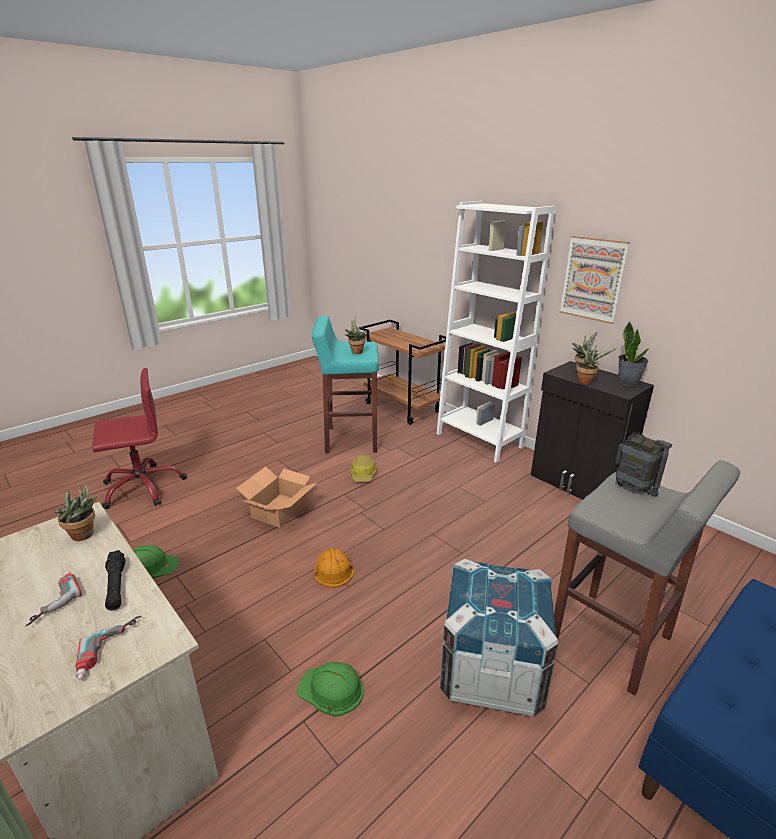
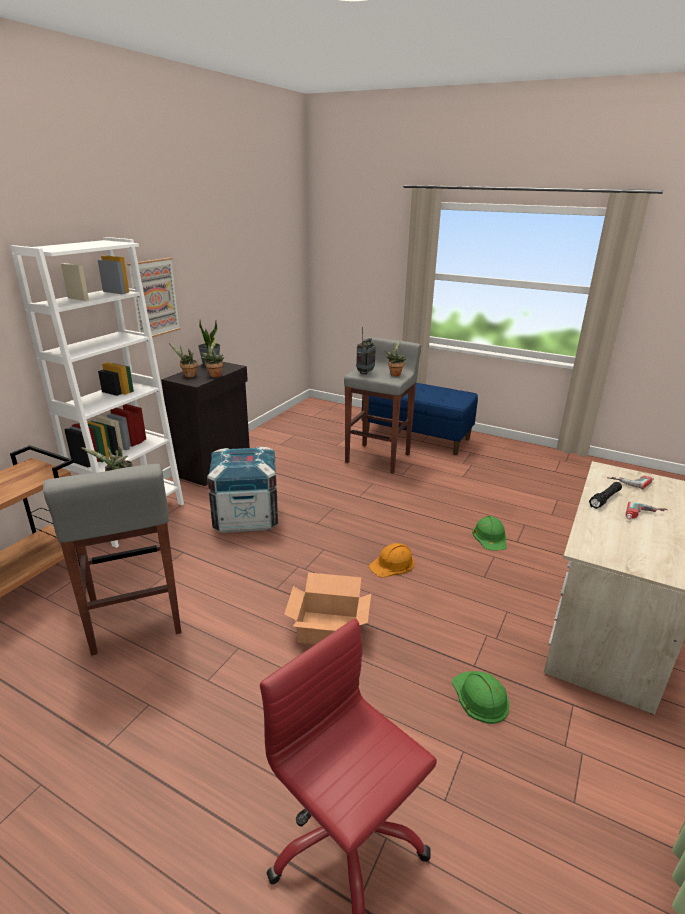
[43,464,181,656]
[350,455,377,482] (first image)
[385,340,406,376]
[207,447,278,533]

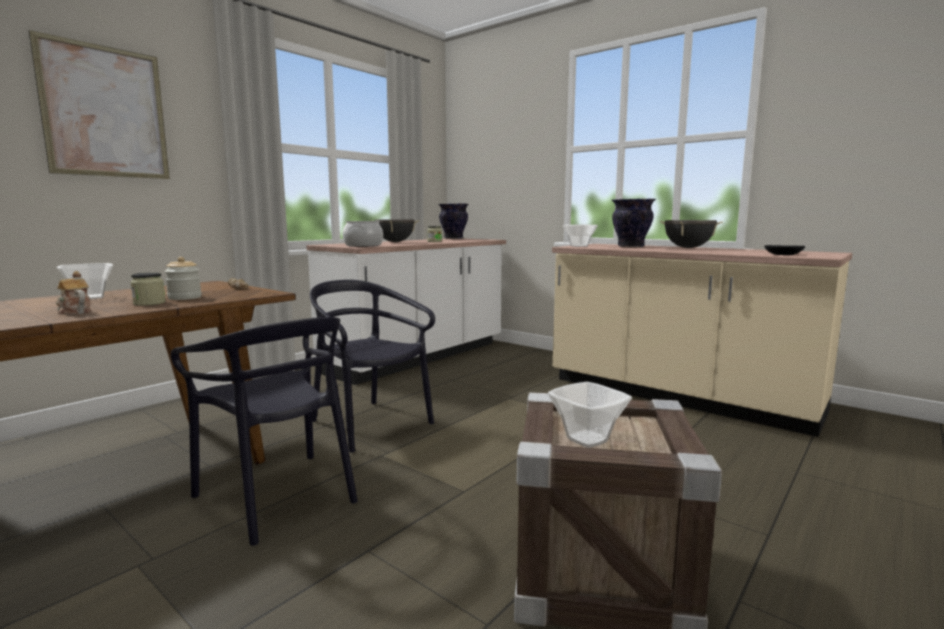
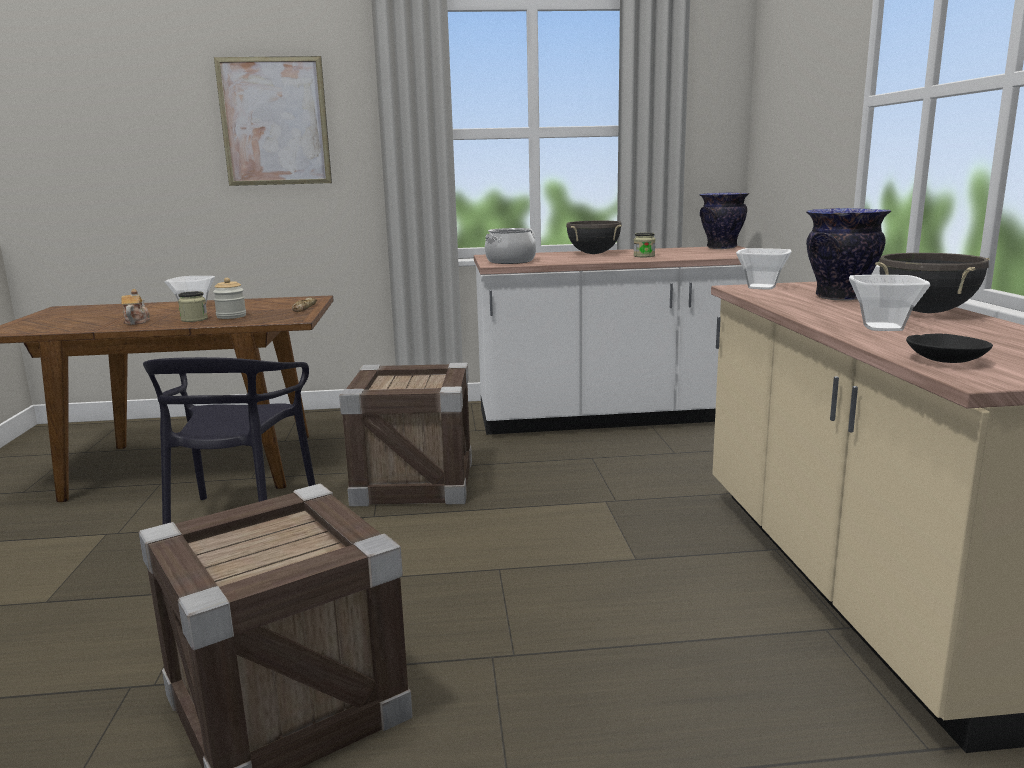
[339,363,472,506]
[849,275,930,331]

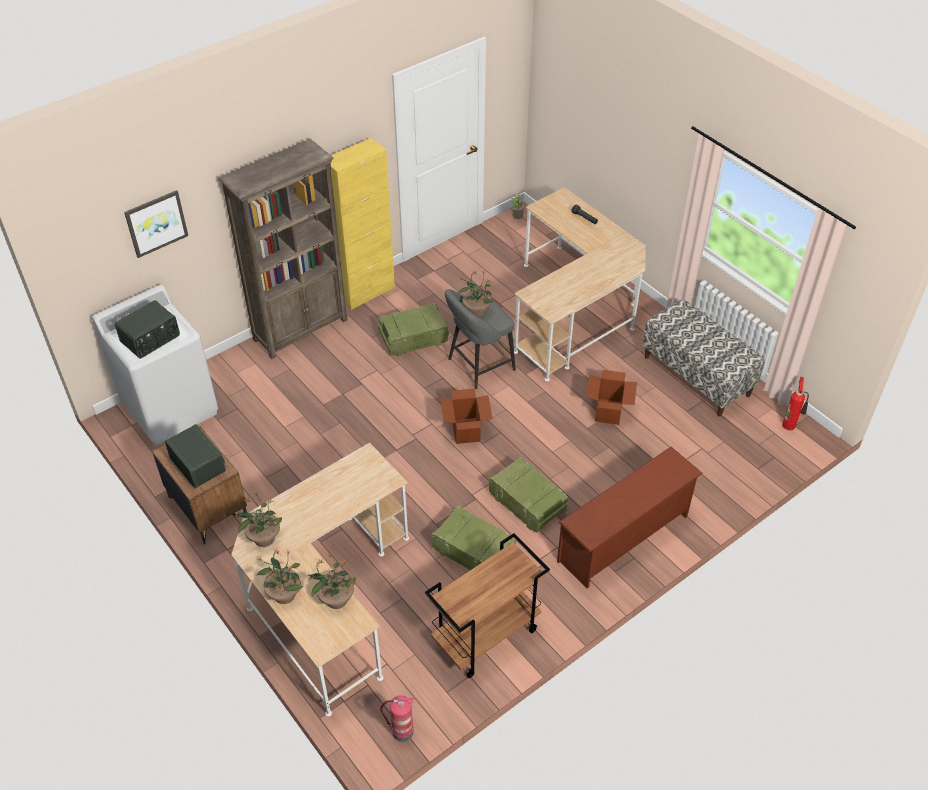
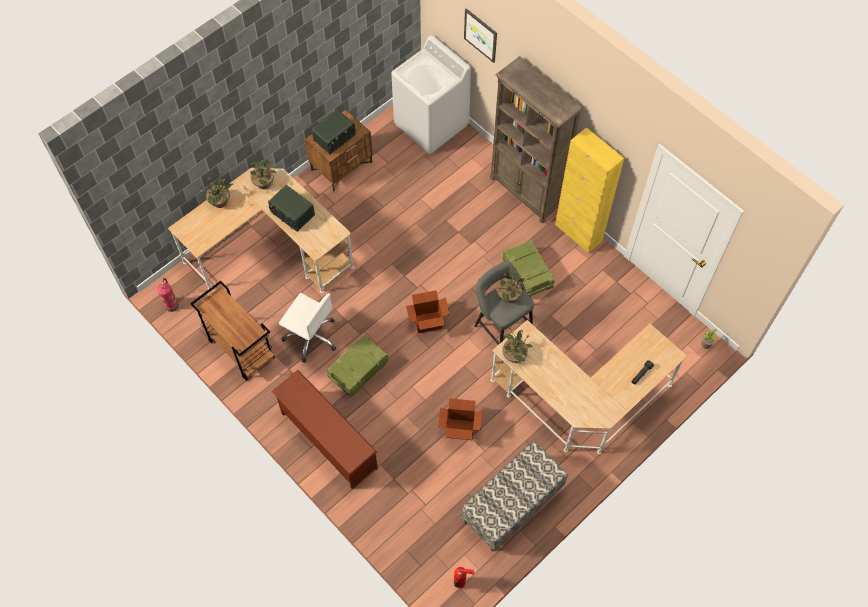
[268,185,315,232]
[279,293,336,363]
[502,327,532,363]

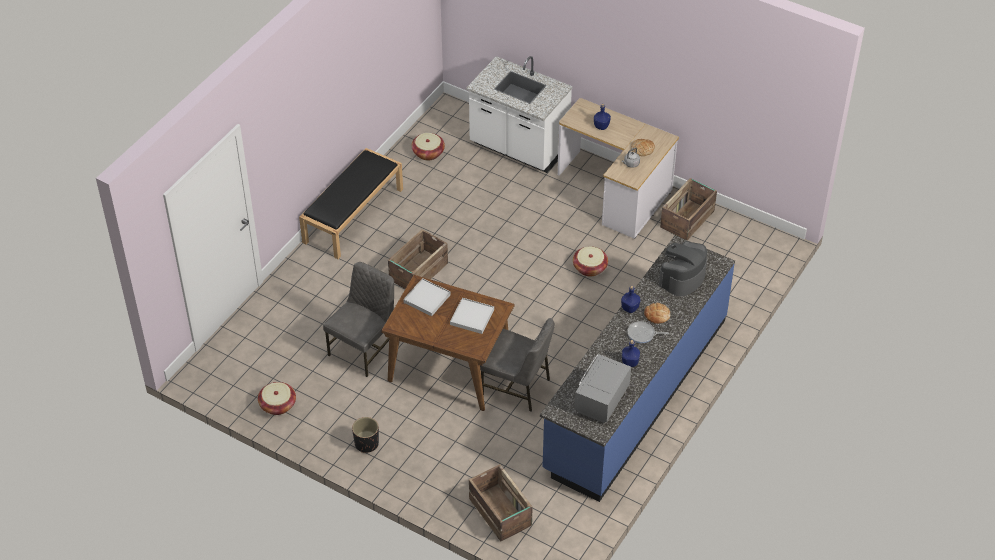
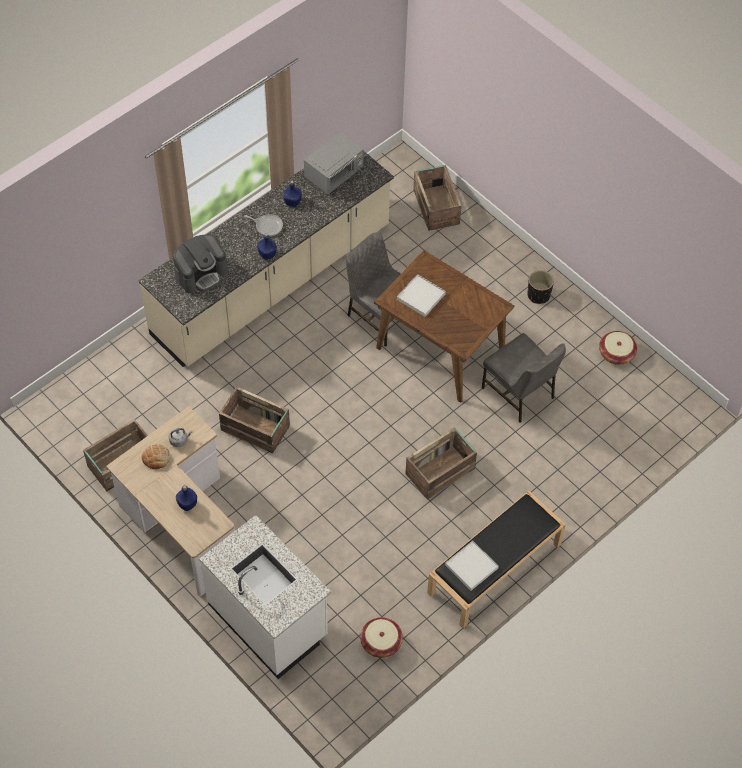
[139,139,394,367]
[219,386,290,453]
[482,333,566,423]
[445,541,499,591]
[644,303,670,324] (first image)

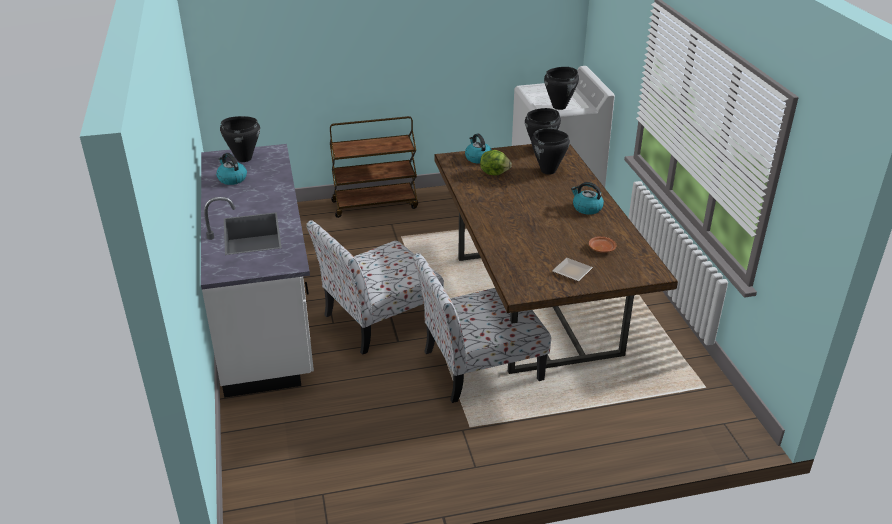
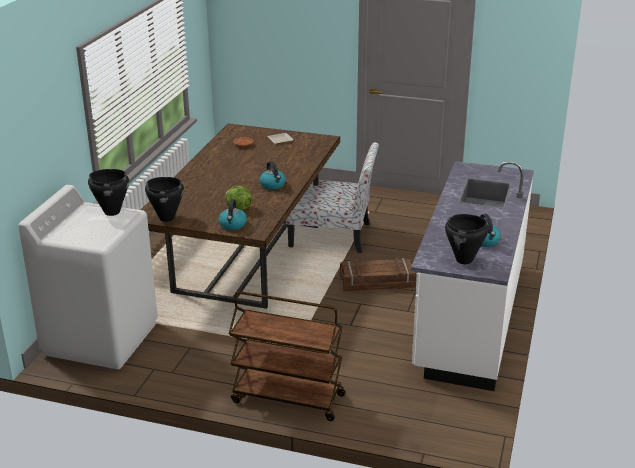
[531,129,570,174] (first image)
[260,161,286,190]
[340,258,416,291]

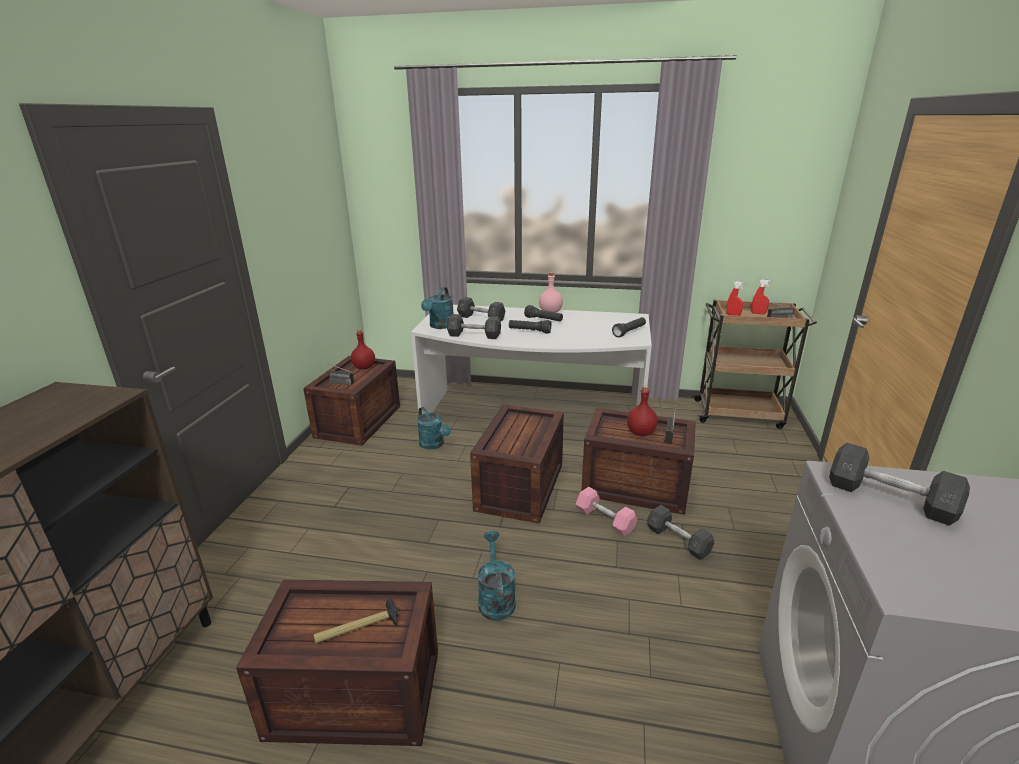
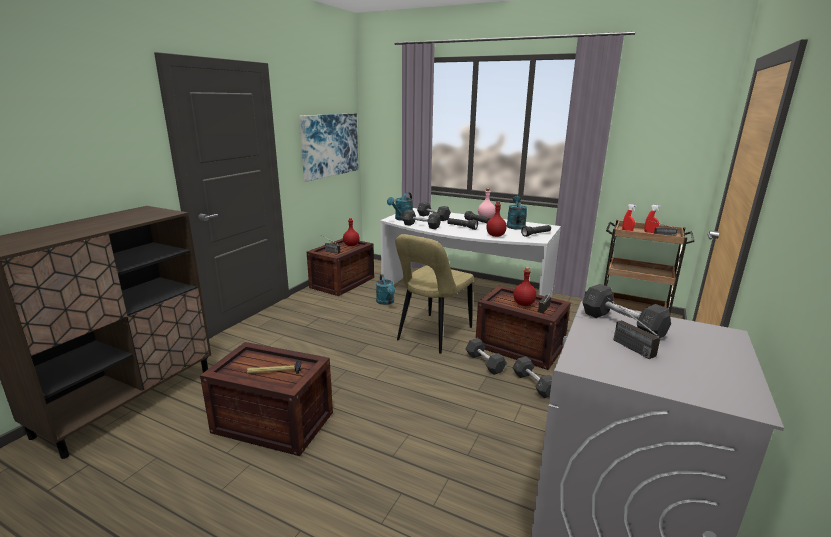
[396,234,474,354]
[465,338,507,375]
[507,196,527,230]
[299,113,358,181]
[486,201,507,237]
[607,297,660,359]

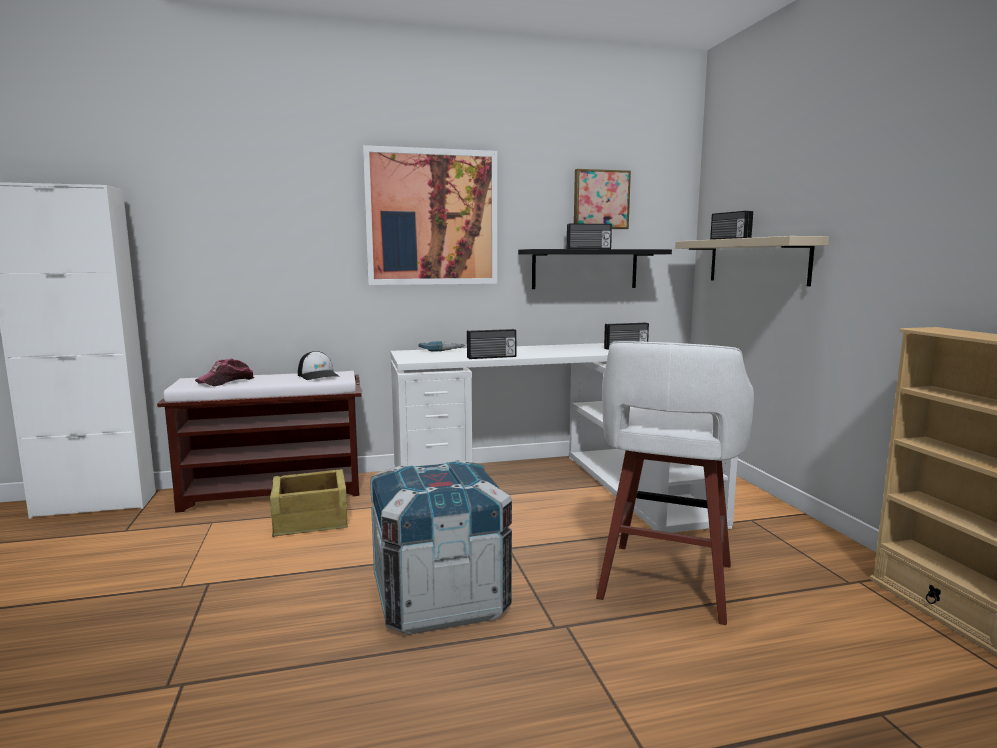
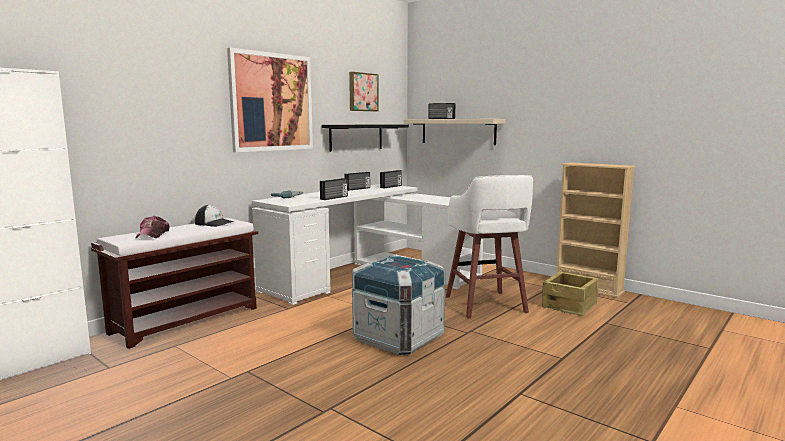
[344,172,370,191]
[542,272,599,316]

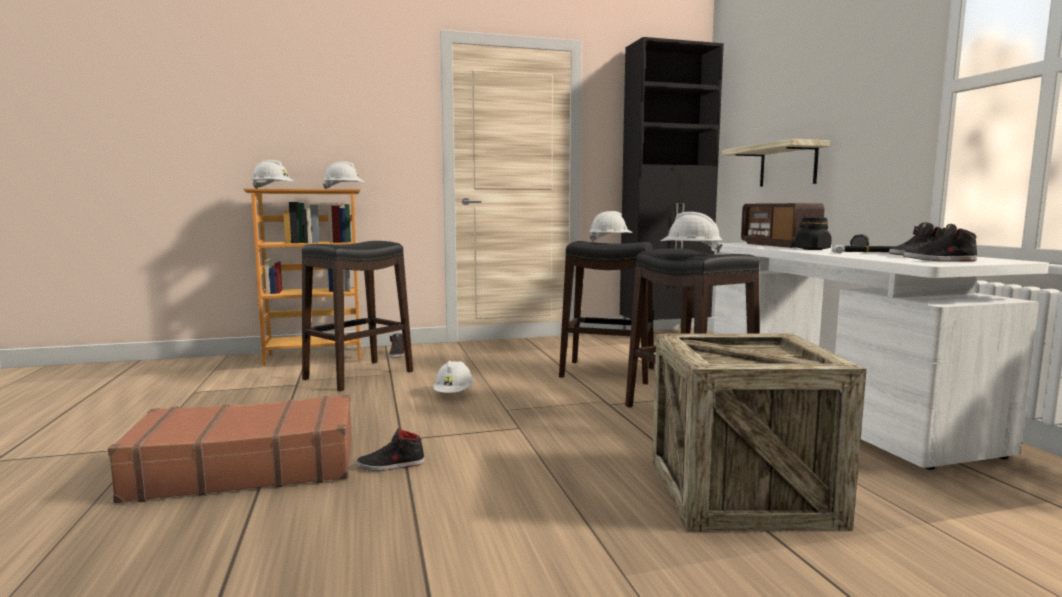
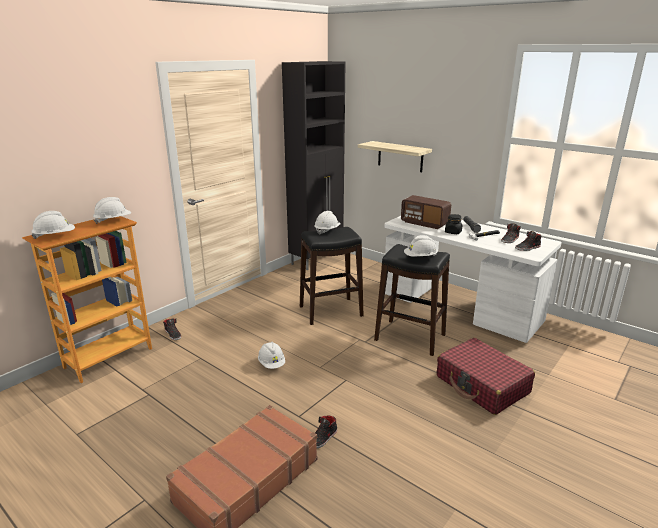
[302,241,413,391] (first image)
[437,338,535,415]

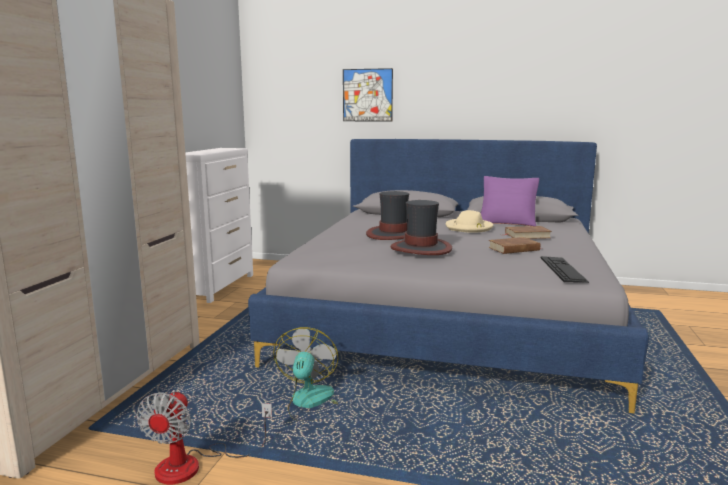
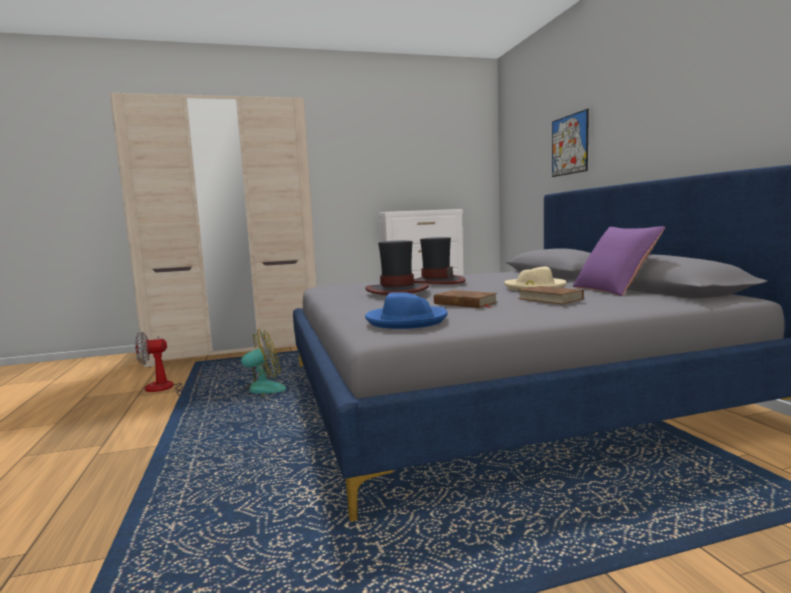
[365,292,448,329]

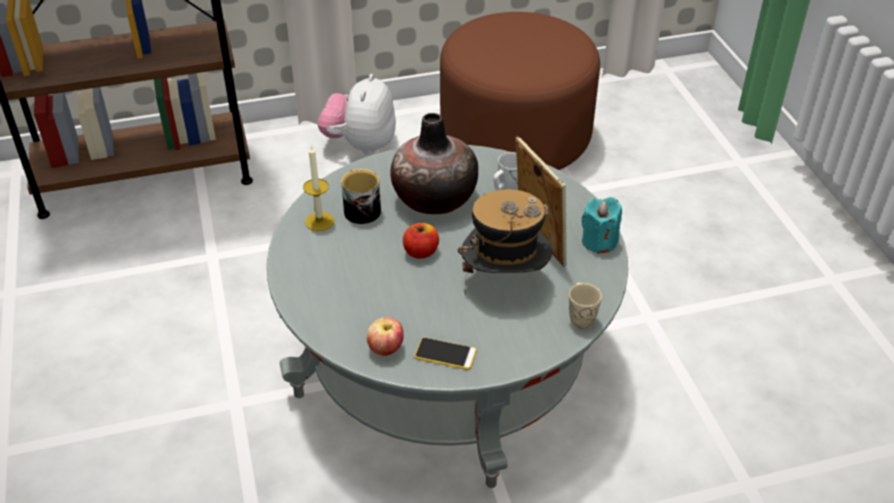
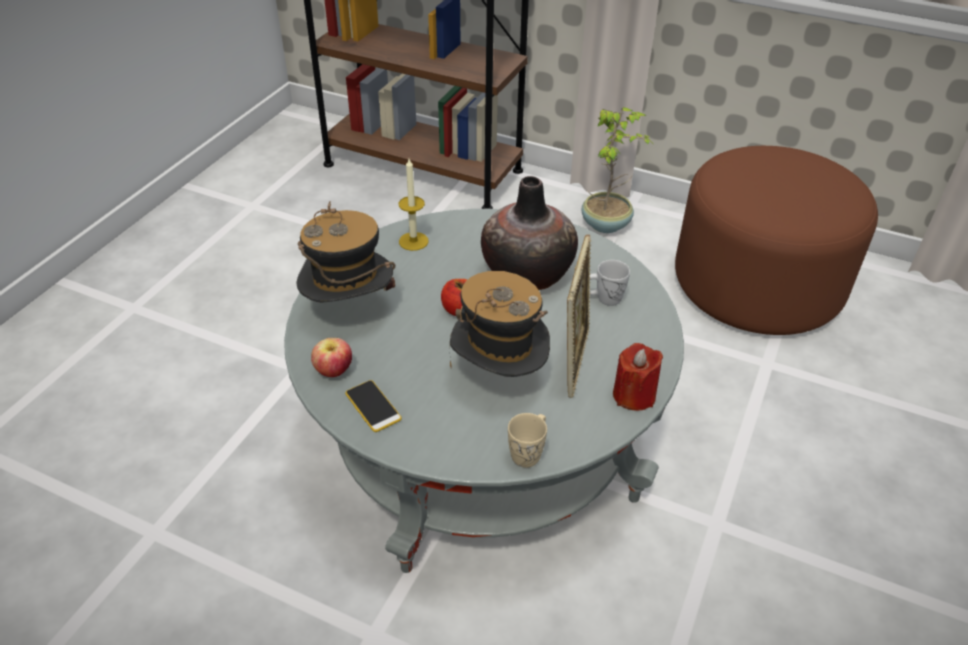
[582,107,654,233]
[341,169,381,224] (first image)
[613,343,663,411]
[296,201,395,303]

